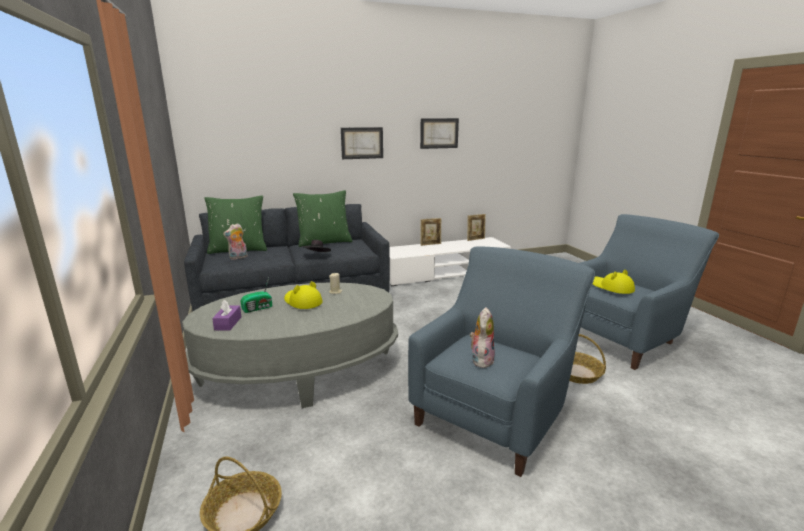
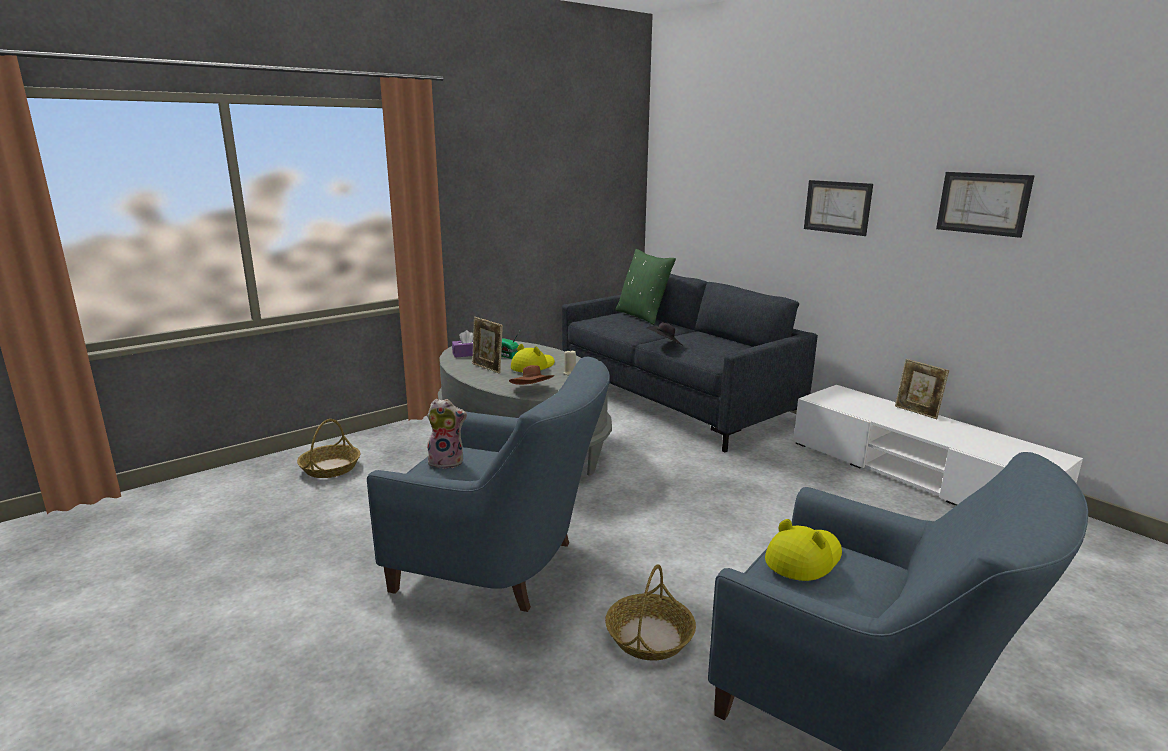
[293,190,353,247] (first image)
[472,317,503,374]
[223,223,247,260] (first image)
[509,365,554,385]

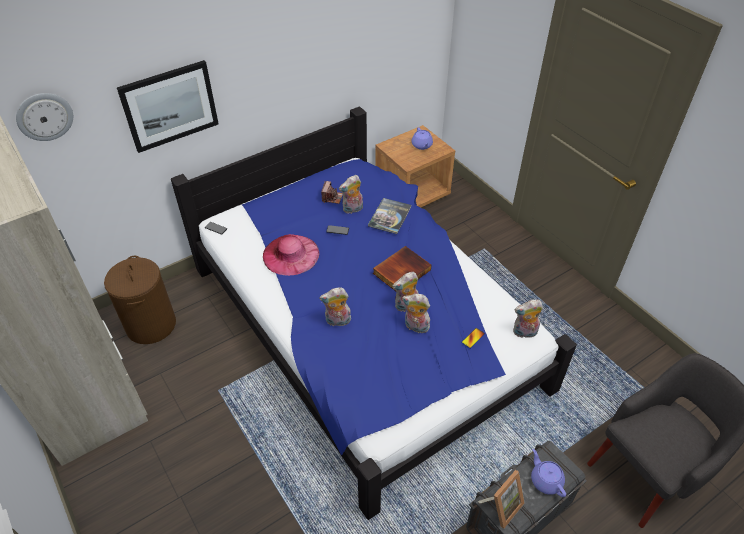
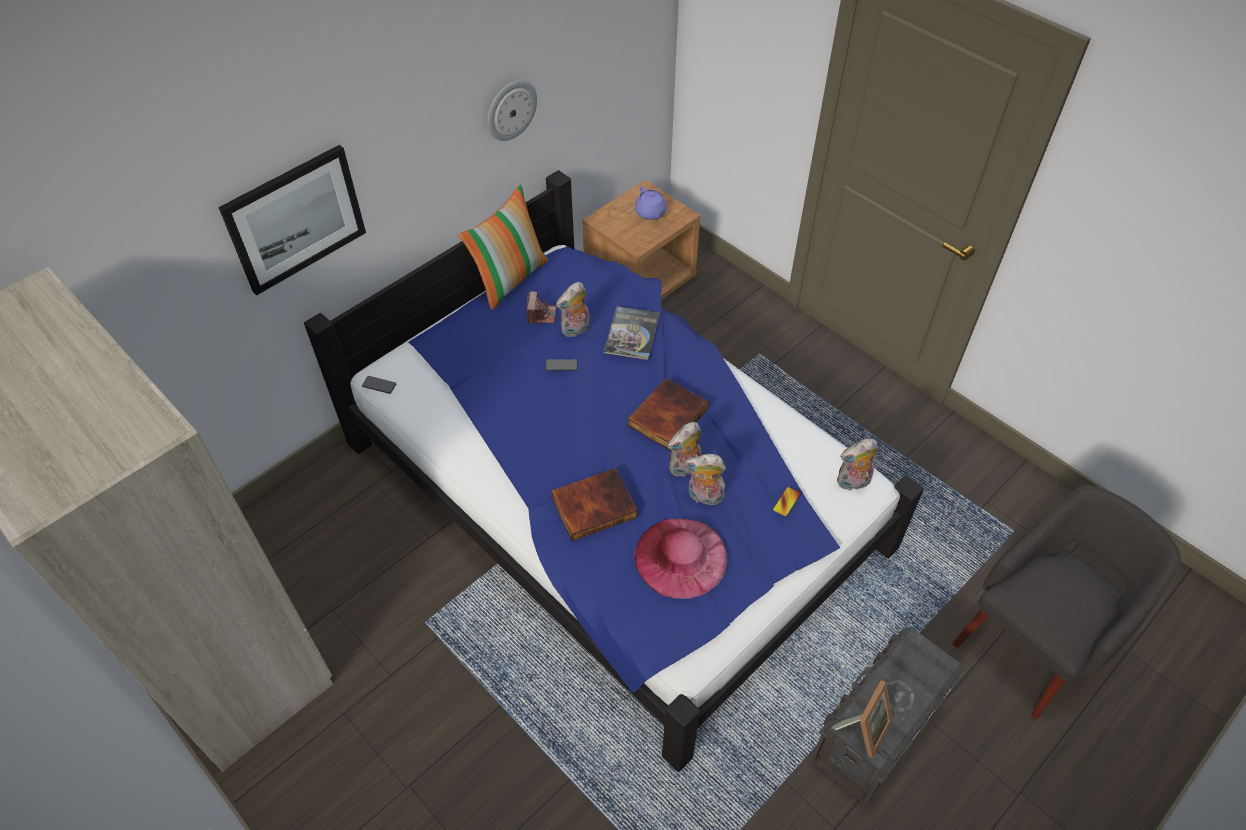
[487,80,537,141]
[635,519,727,599]
[104,256,176,344] (first image)
[551,468,638,541]
[531,449,566,497] (first image)
[458,185,549,310]

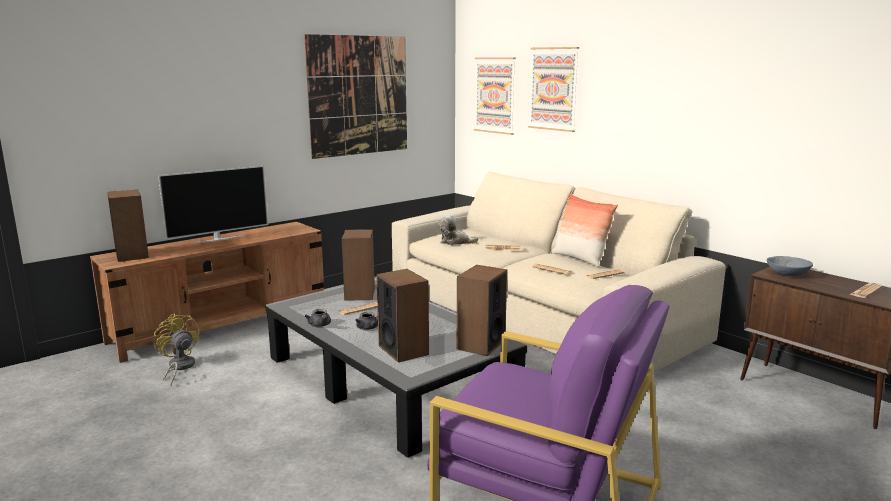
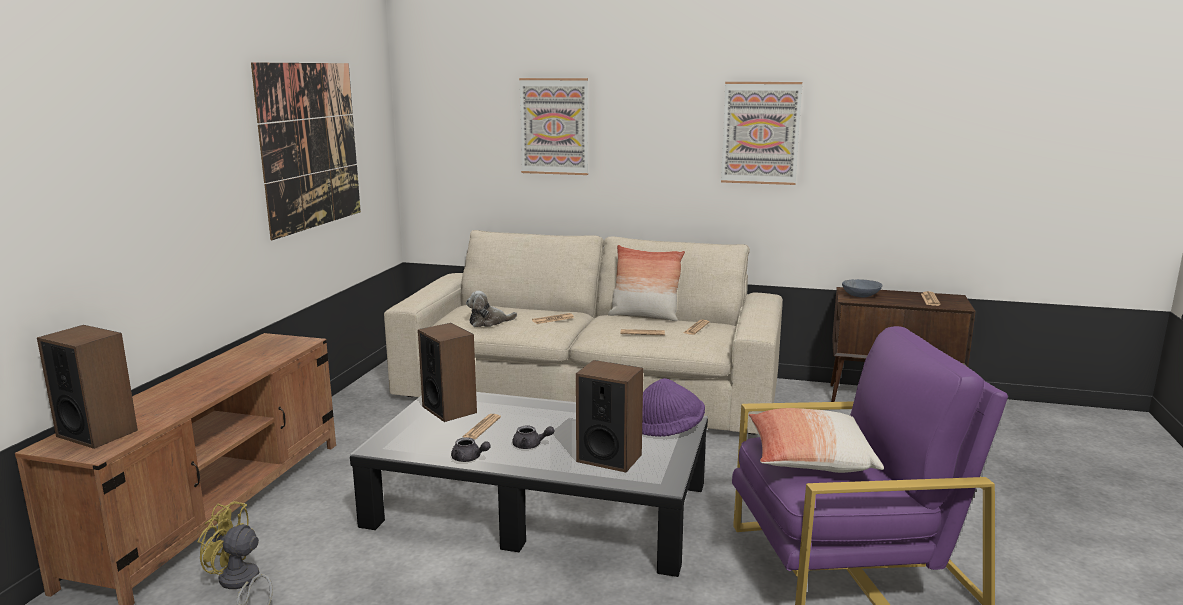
[721,82,803,185]
[158,166,268,244] (first image)
[642,378,705,437]
[749,408,884,473]

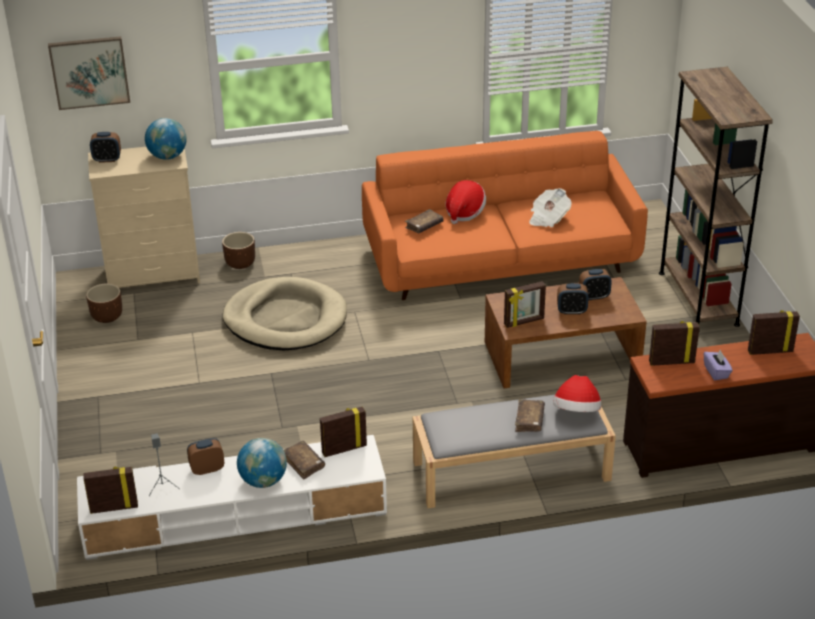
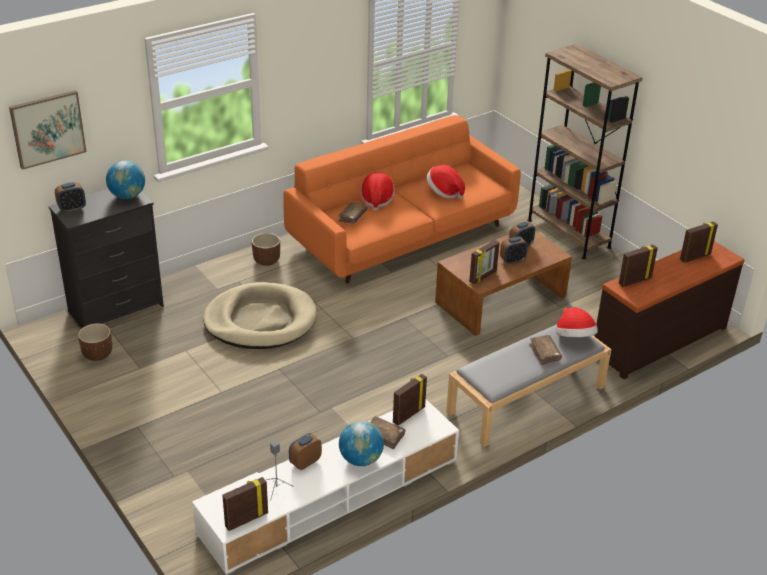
[49,189,164,329]
[427,165,465,199]
[252,233,280,266]
[704,350,733,380] (first image)

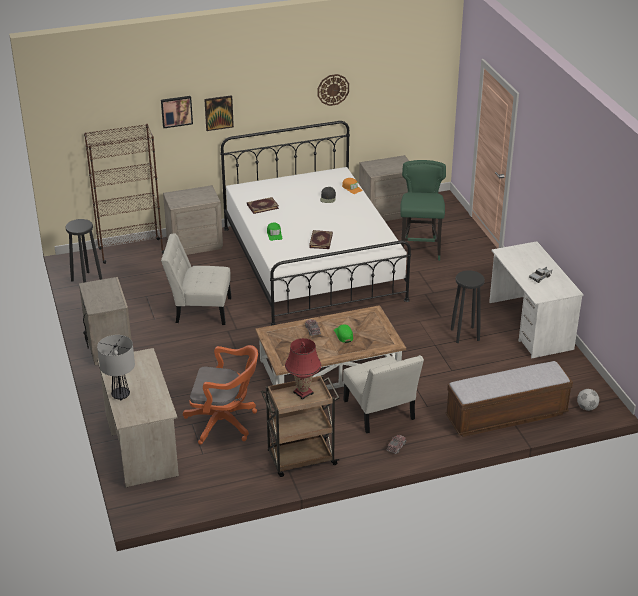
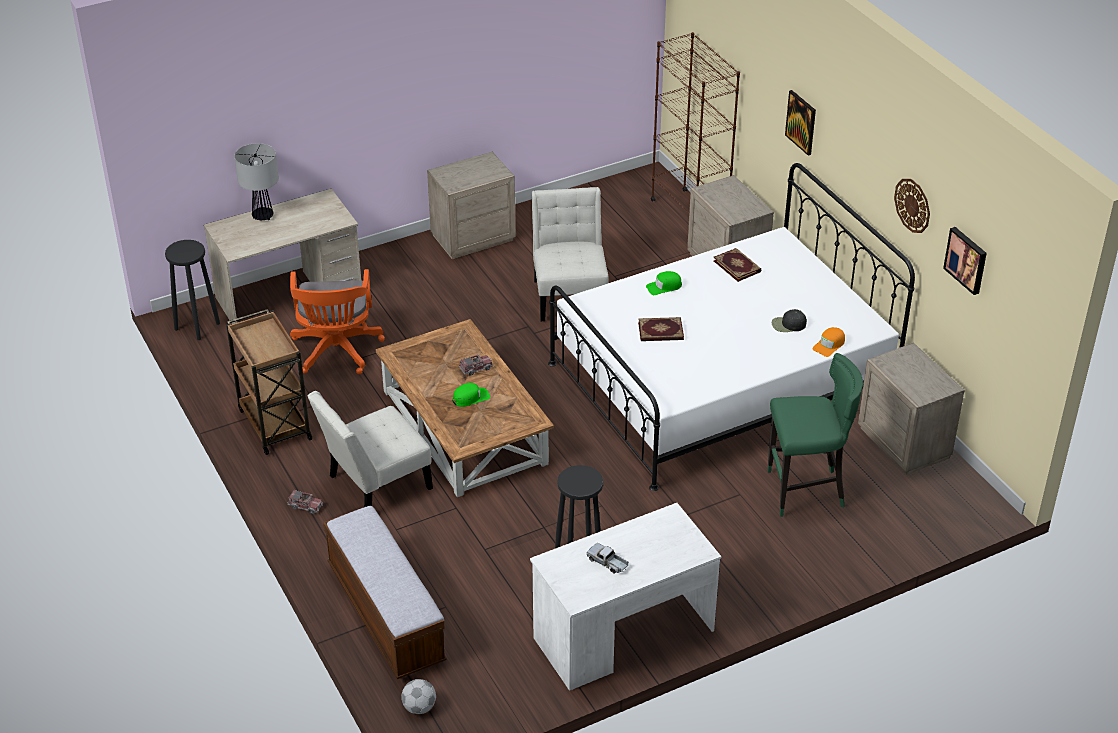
[943,227,987,295]
[165,240,220,340]
[285,338,321,400] (first image)

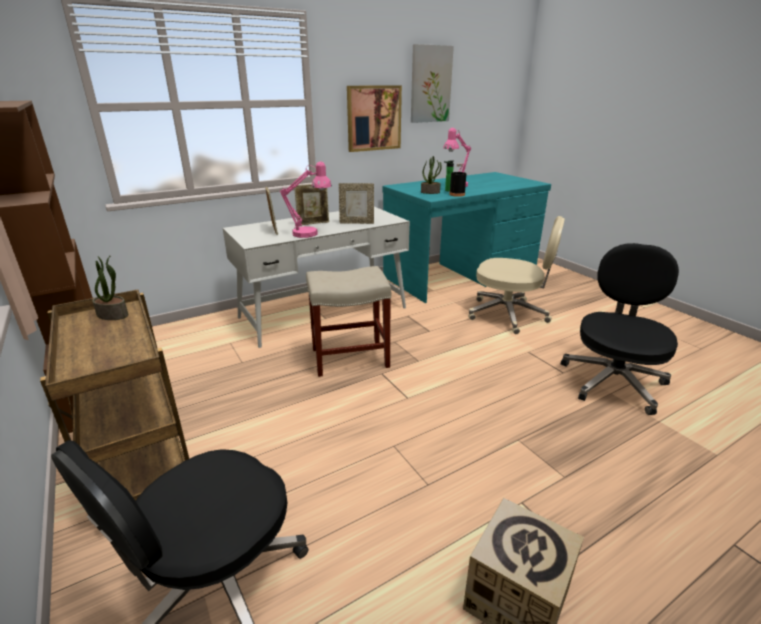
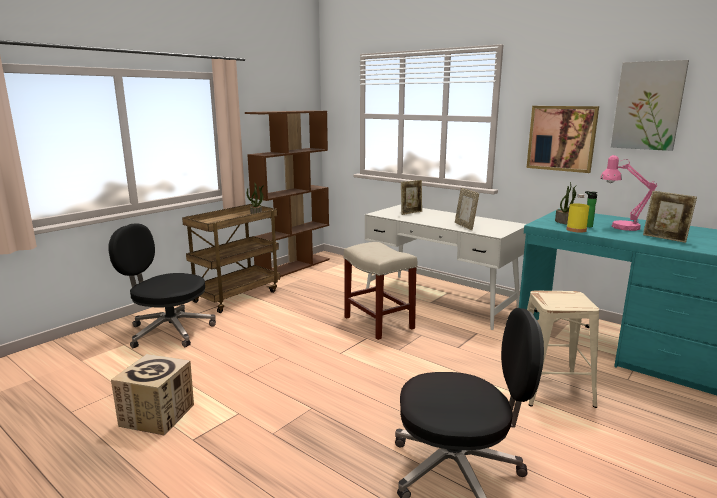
[280,162,332,238] (first image)
[566,194,589,233]
[643,191,697,243]
[527,291,599,408]

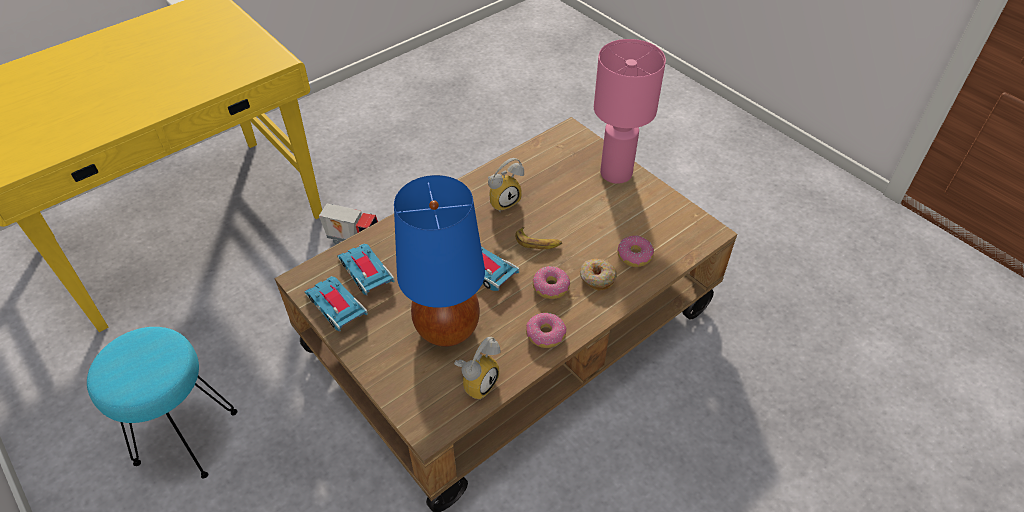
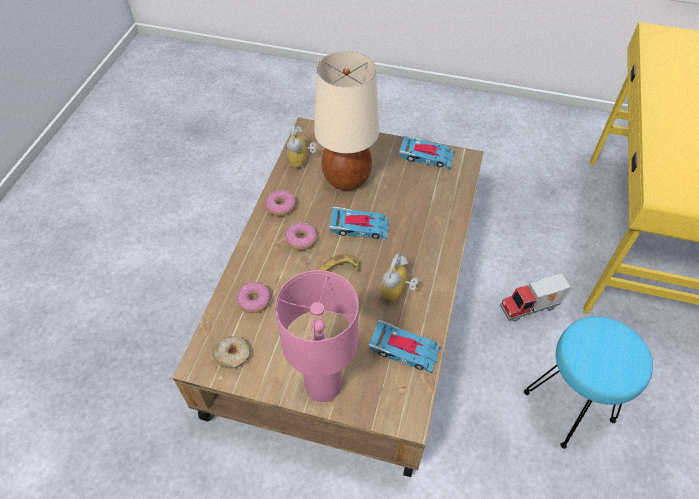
[314,51,379,190]
[369,320,441,373]
[213,336,250,369]
[524,316,653,449]

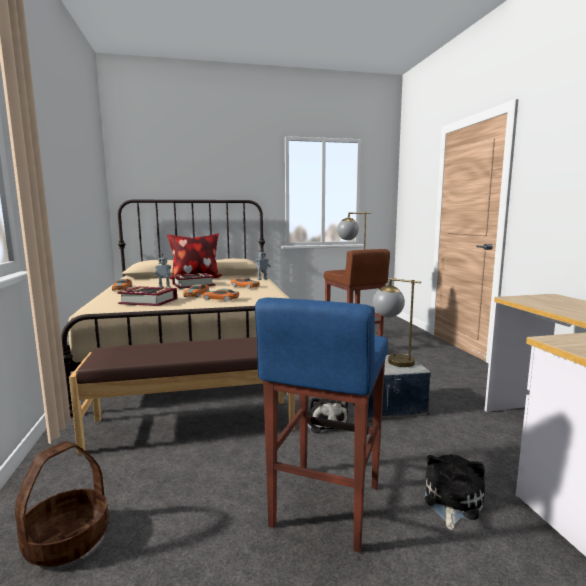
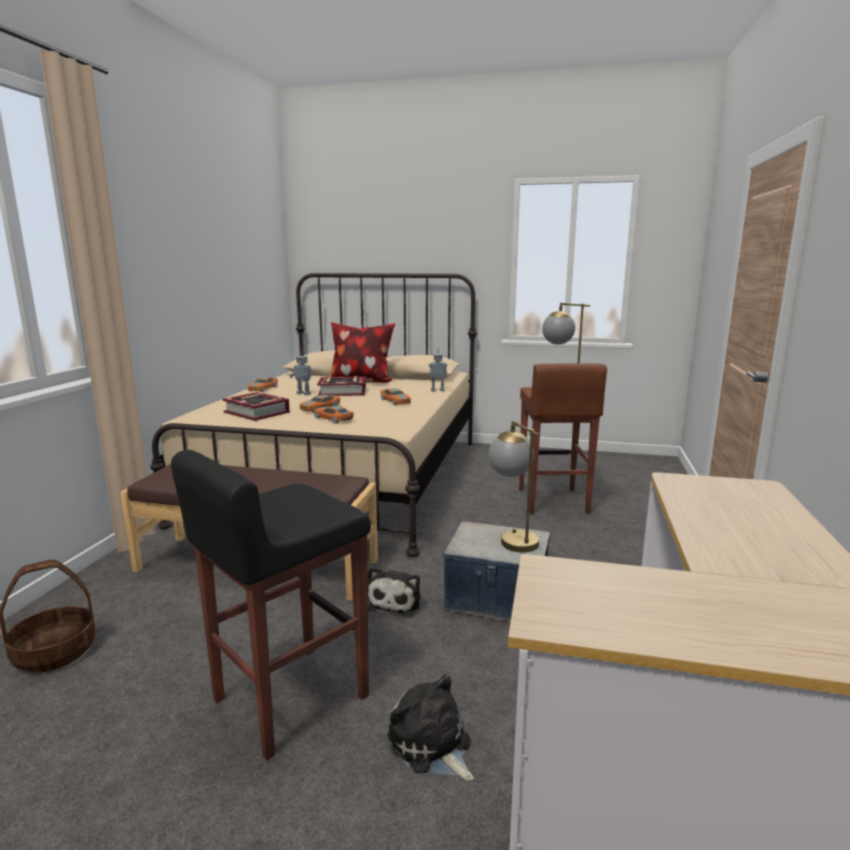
[171,450,371,761]
[387,674,474,781]

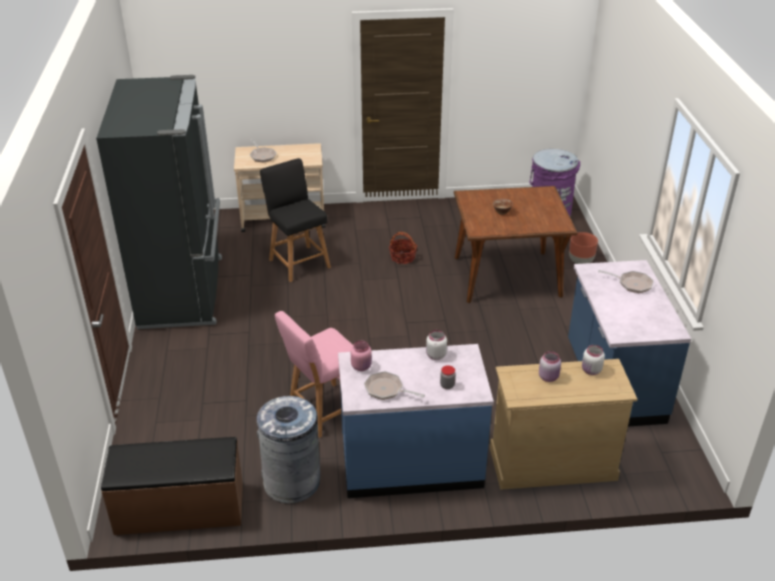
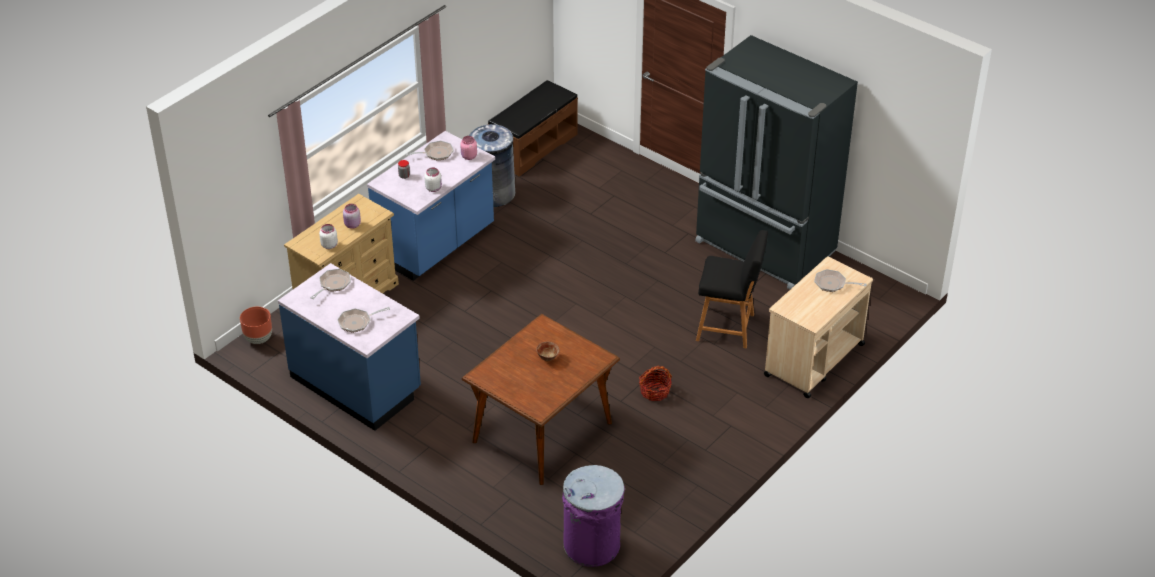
[240,307,272,344]
[275,311,353,438] (first image)
[310,269,351,299]

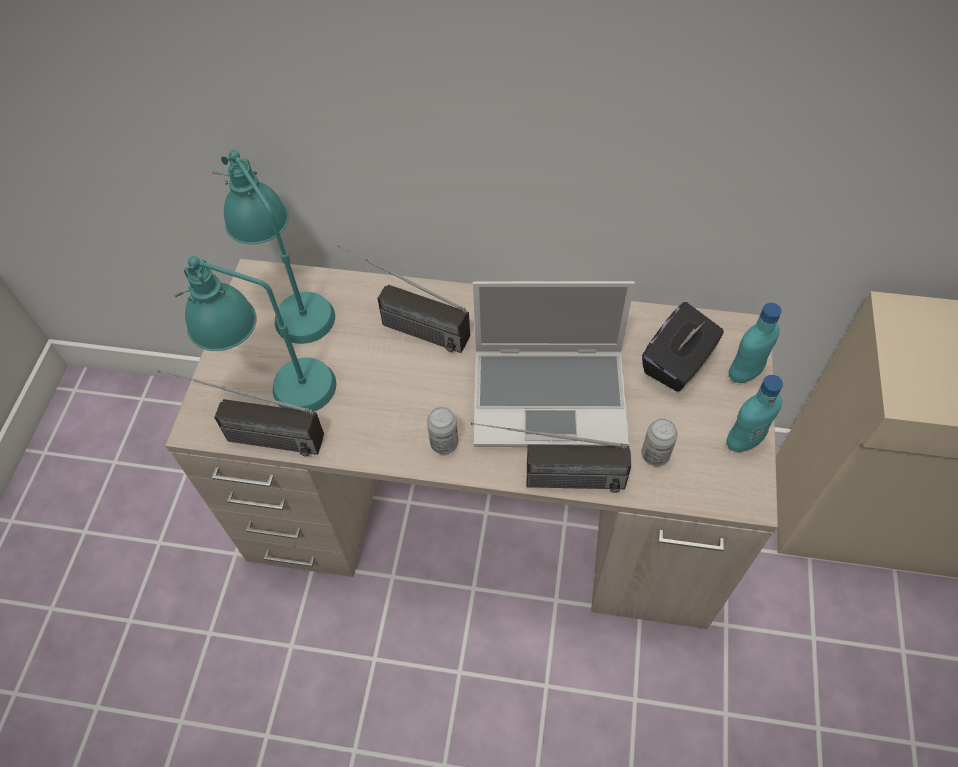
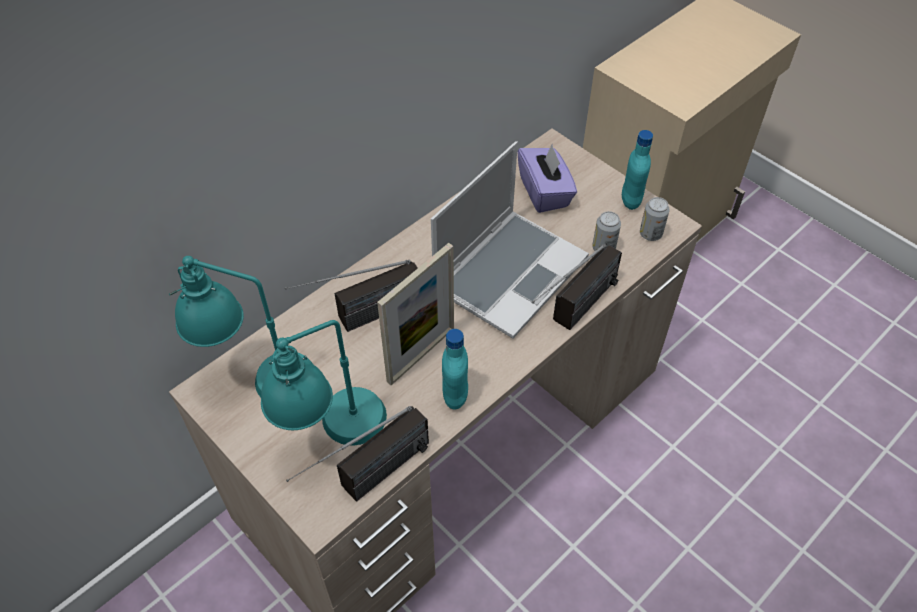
[517,145,577,213]
[442,329,468,410]
[640,197,670,241]
[377,243,454,385]

